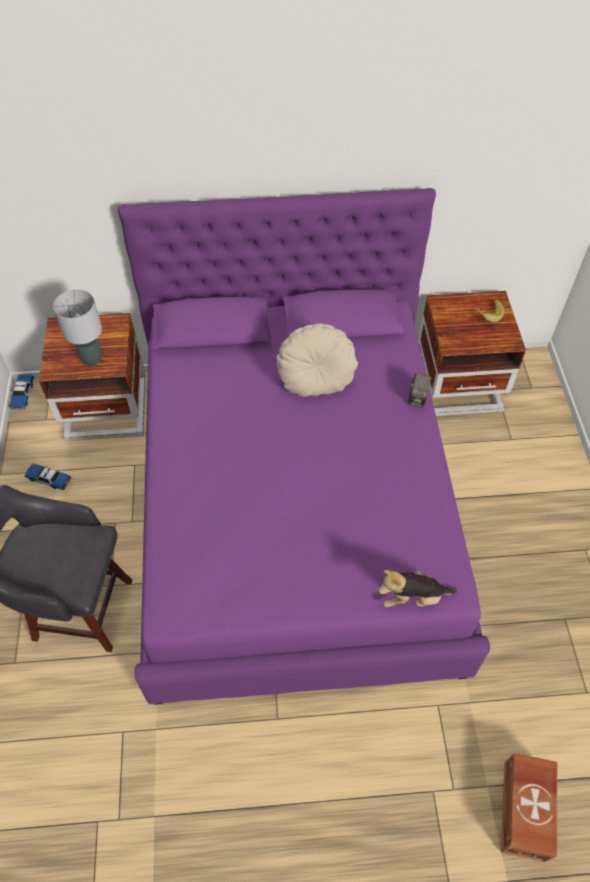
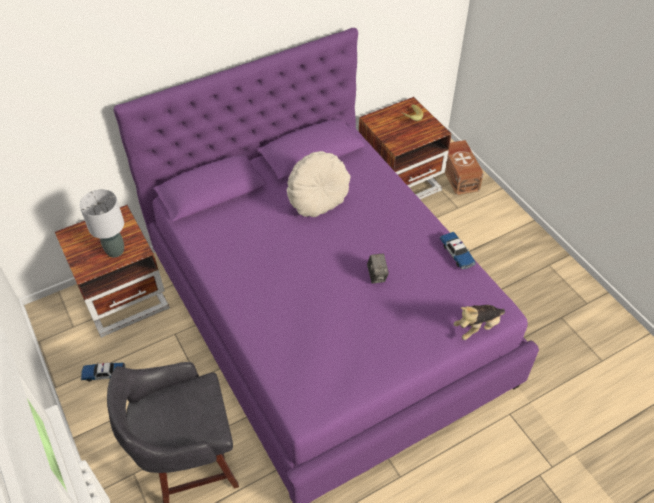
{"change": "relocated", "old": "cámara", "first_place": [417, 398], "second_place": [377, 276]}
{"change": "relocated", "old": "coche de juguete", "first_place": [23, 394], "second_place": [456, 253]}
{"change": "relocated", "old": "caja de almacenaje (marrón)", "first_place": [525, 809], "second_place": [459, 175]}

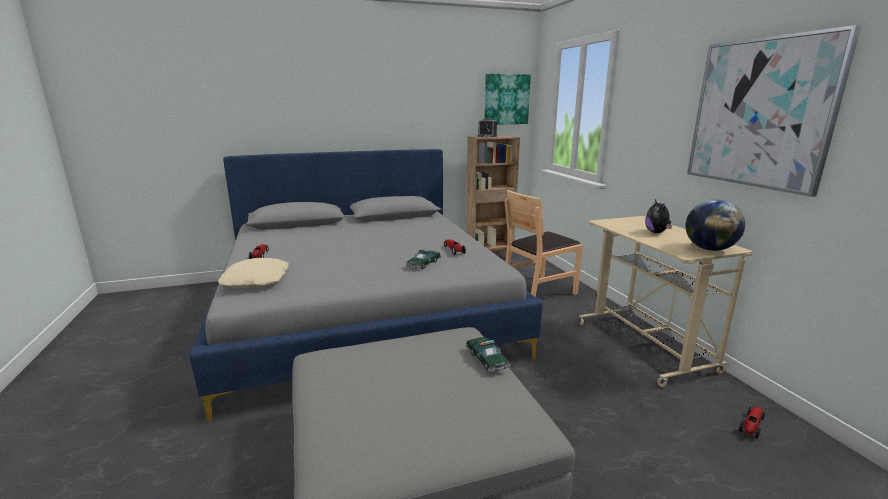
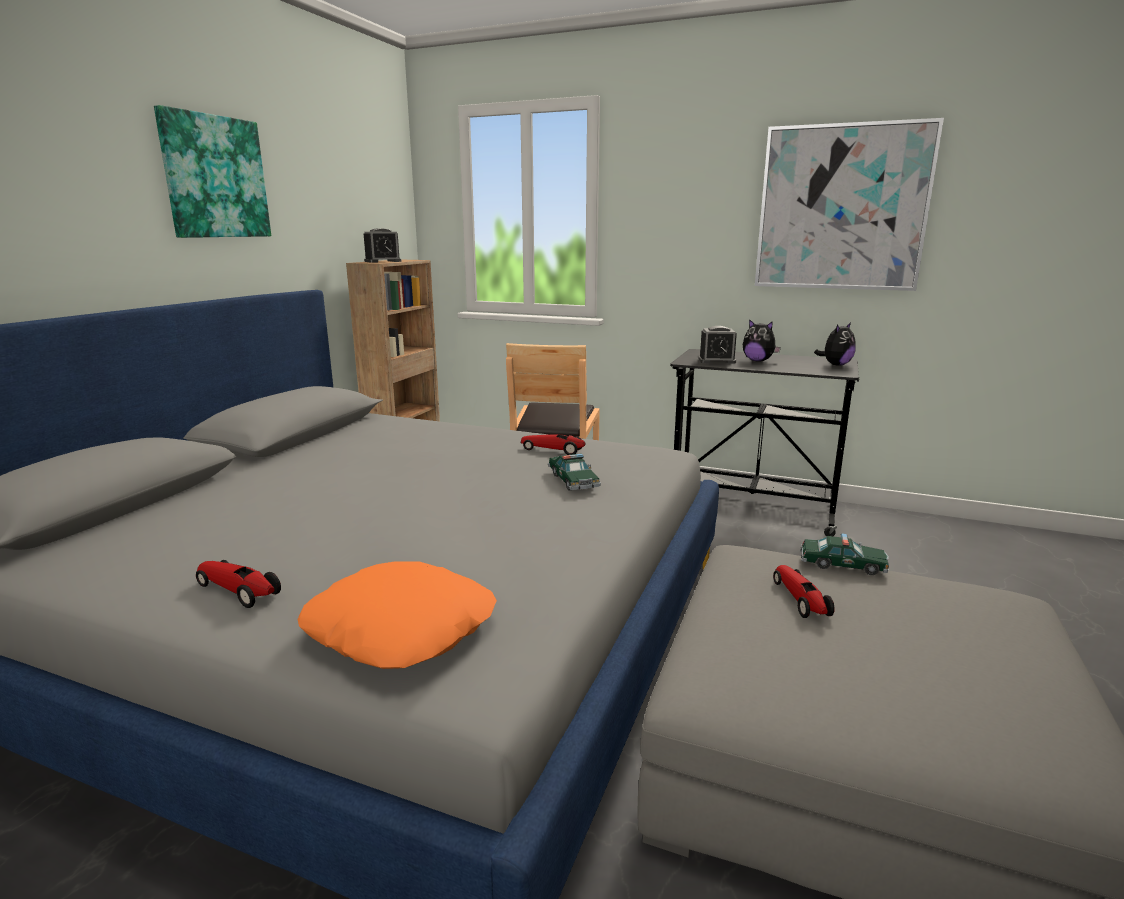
{"change": "relocated", "old": "cuadro", "first_place": [506, 99], "second_place": [214, 177]}
{"change": "exchanged", "old": "globo terráqueo", "new": "peluche", "first_place": [709, 249], "second_place": [835, 365]}
{"change": "colour", "old": "escritorio (beis)", "new": "escritorio (negro)", "first_place": [644, 346], "second_place": [751, 507]}
{"change": "colour", "old": "cojín (beis)", "new": "cojín (naranja)", "first_place": [257, 280], "second_place": [402, 628]}
{"change": "relocated", "old": "coche de juguete", "first_place": [751, 426], "second_place": [800, 599]}
{"change": "appeared", "new": "despertador", "second_place": [716, 360]}

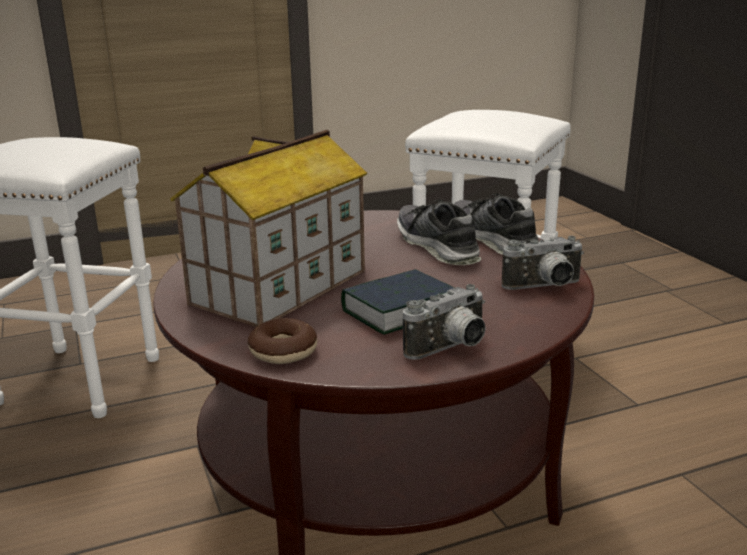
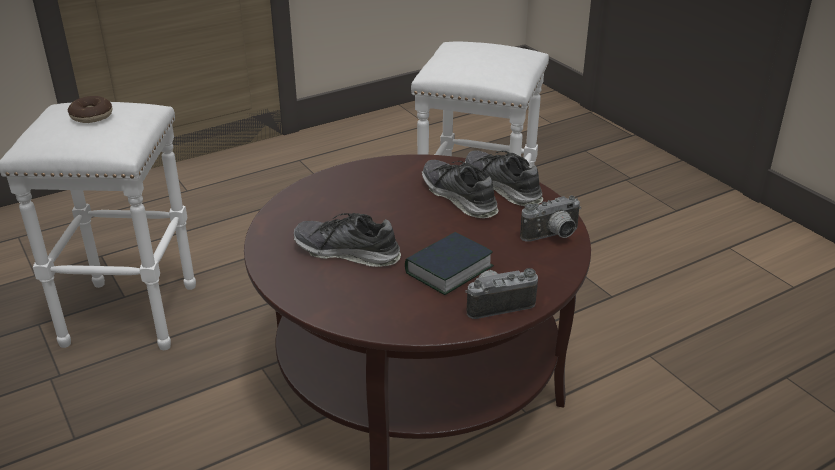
{"change": "exchanged", "old": "casita", "new": "zapato", "first_place": [280, 288], "second_place": [347, 252]}
{"change": "spun", "old": "cámara", "first_place": [451, 349], "second_place": [497, 304], "degrees": -150}
{"change": "relocated", "old": "rosquilla", "first_place": [283, 351], "second_place": [91, 116]}

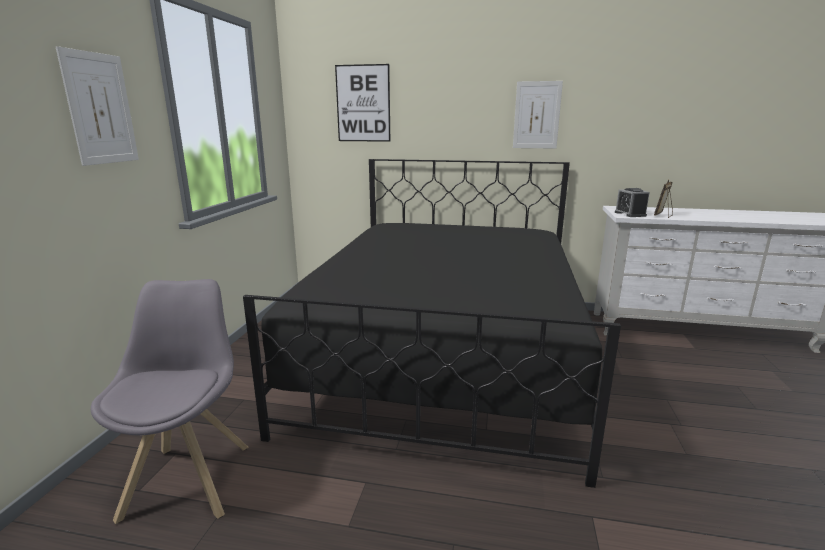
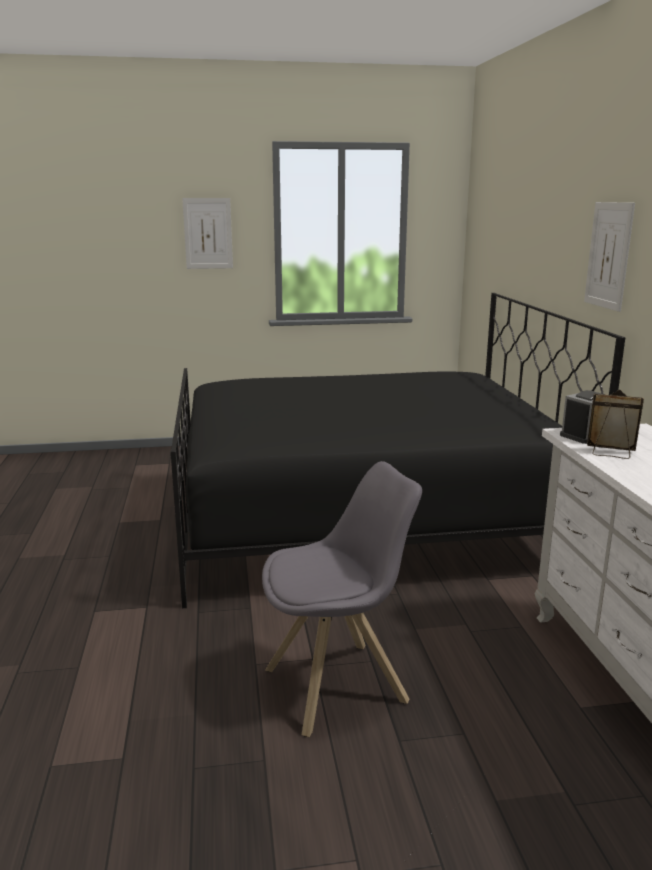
{"change": "missing", "old": "cuadro", "first_place": [363, 103]}
{"change": "relocated", "old": "silla (gris)", "first_place": [189, 480], "second_place": [337, 686]}

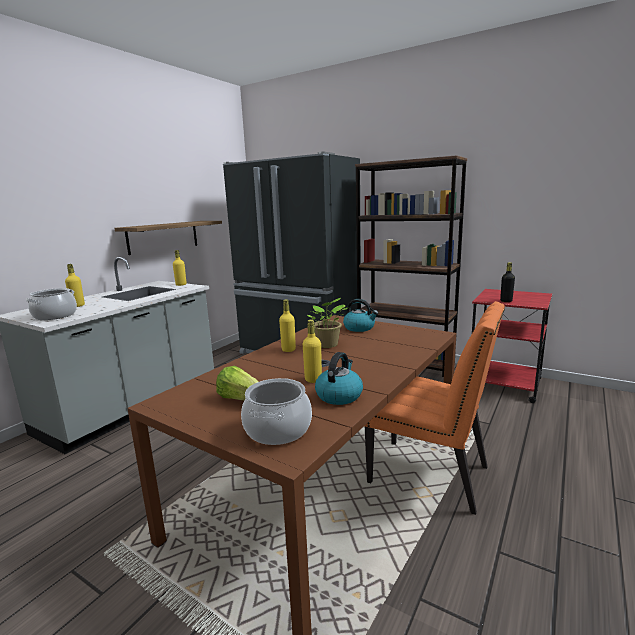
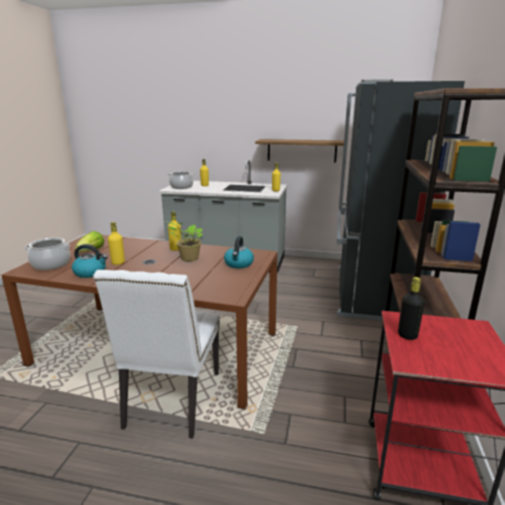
{"change": "colour", "old": "silla (naranja)", "new": "silla (blanco)", "first_place": [427, 474], "second_place": [173, 398]}

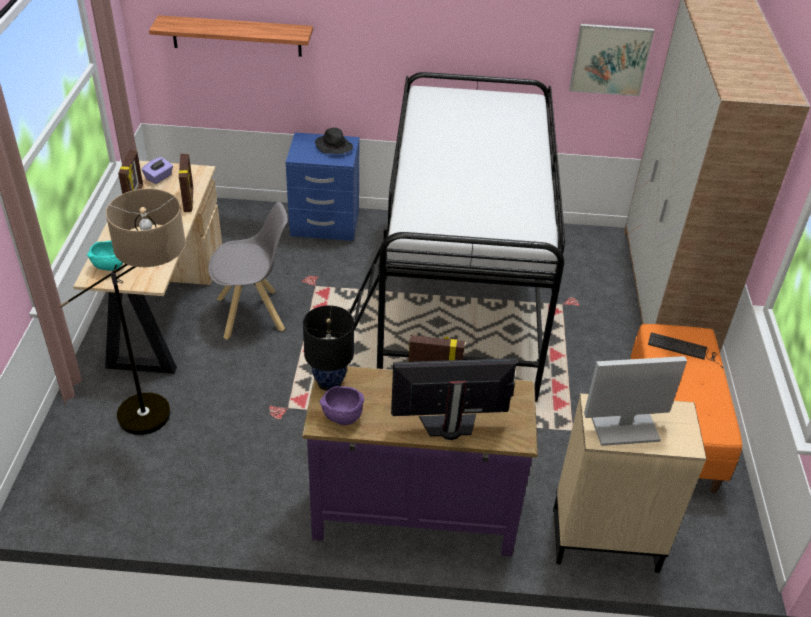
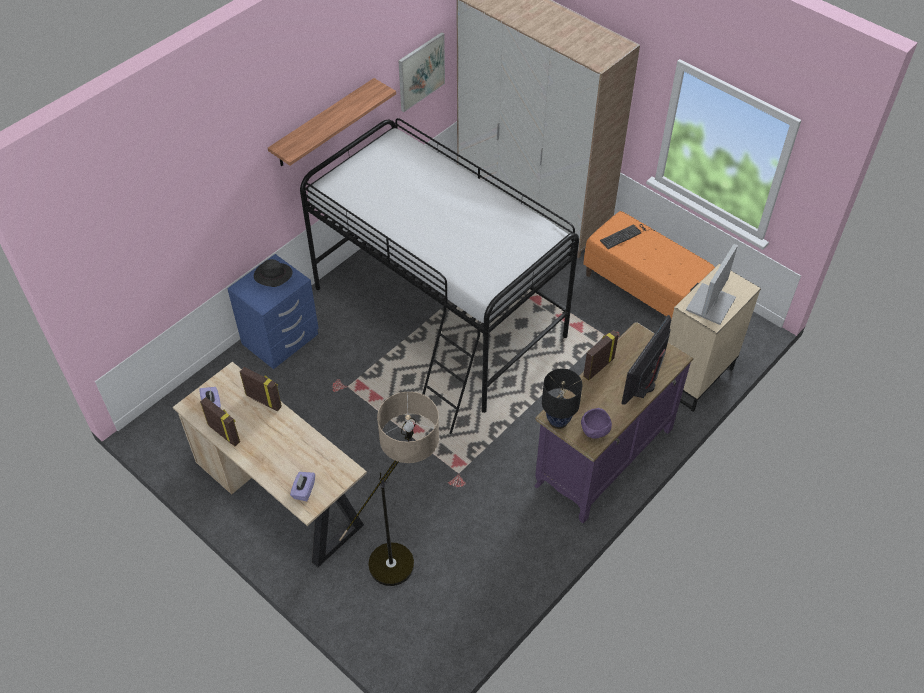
{"change": "relocated", "old": "estante", "first_place": [236, 36], "second_place": [323, 123]}
{"change": "missing", "old": "silla (gris)", "first_place": [253, 314]}
{"change": "exchanged", "old": "cuenco (turquesa)", "new": "caja de pañuelos (morado)", "first_place": [109, 267], "second_place": [303, 491]}

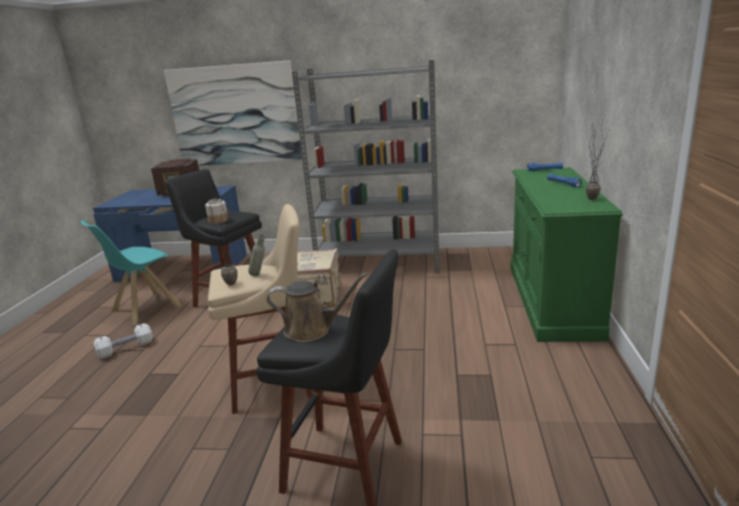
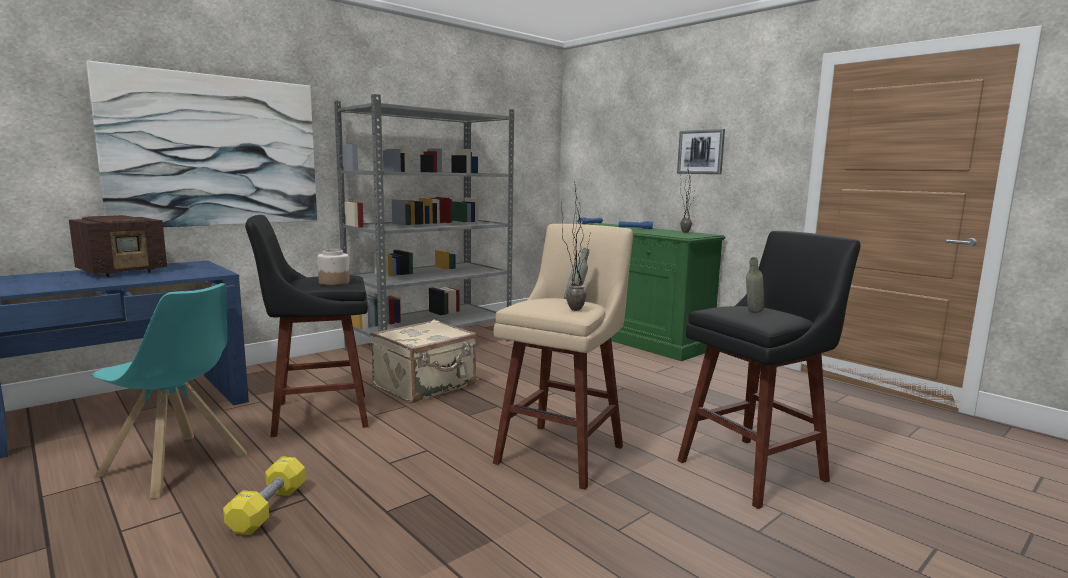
{"change": "spun", "old": "silla (turquesa)", "first_place": [144, 309], "second_place": [176, 466], "degrees": -60}
{"change": "exchanged", "old": "regadera (marrón)", "new": "botella (gris)", "first_place": [312, 330], "second_place": [752, 313]}
{"change": "colour", "old": "mancuerna (blanco)", "new": "mancuerna (amarillo)", "first_place": [126, 348], "second_place": [268, 509]}
{"change": "appeared", "new": "cuadro", "second_place": [701, 152]}

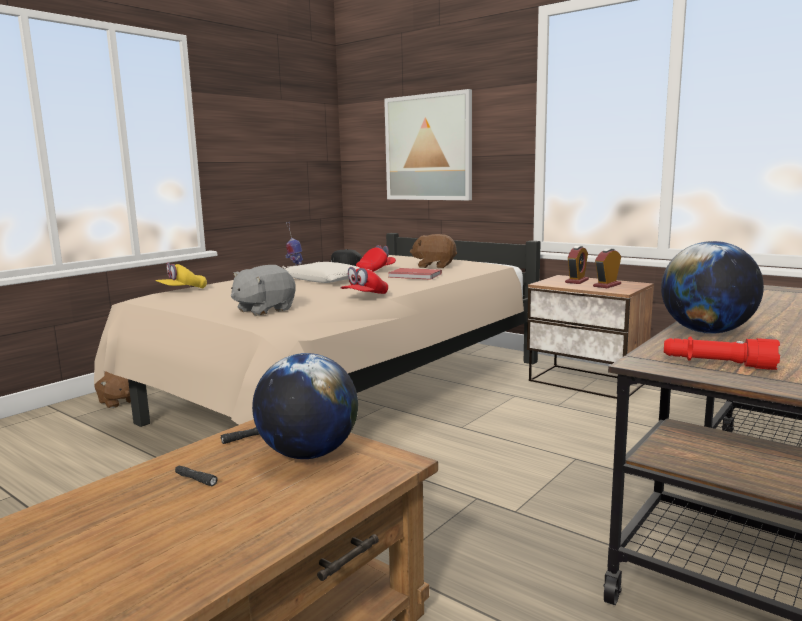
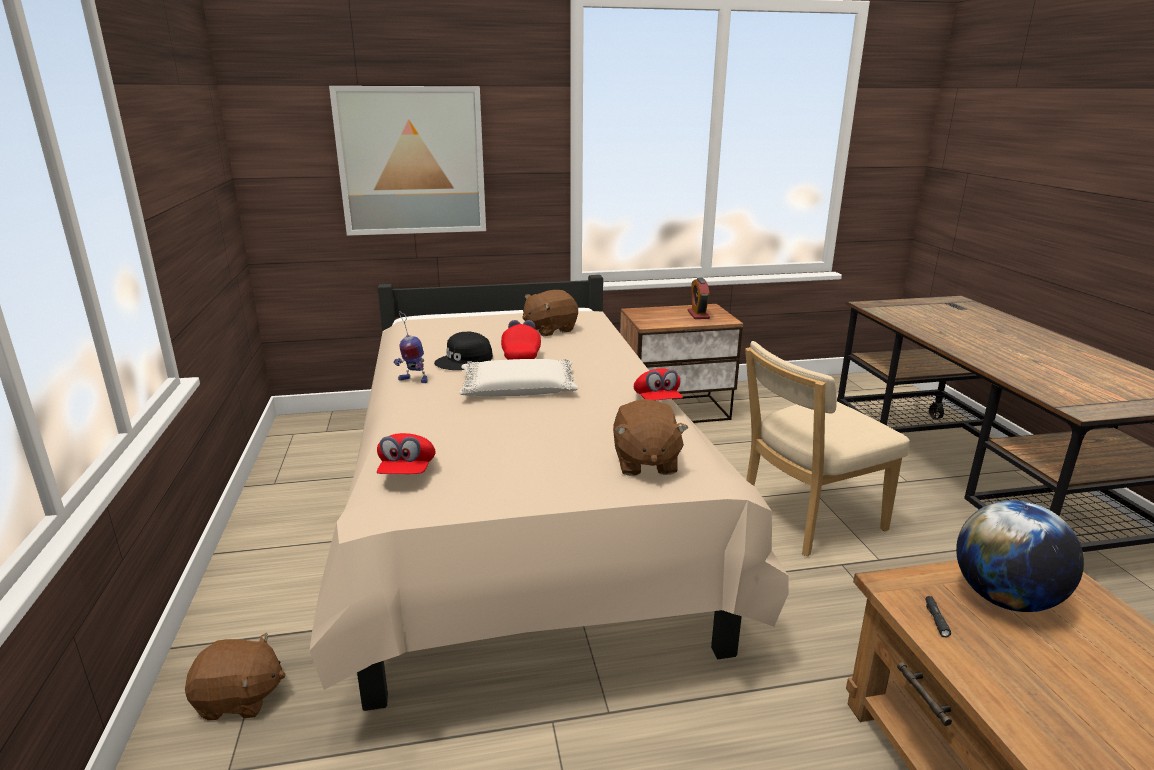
{"change": "missing", "old": "globo terráqueo", "first_place": [707, 332]}
{"change": "missing", "old": "despertador", "first_place": [577, 281]}
{"change": "colour", "old": "gorra (amarillo)", "new": "gorra (rojo)", "first_place": [182, 290], "second_place": [407, 472]}
{"change": "colour", "old": "peluche (gris)", "new": "peluche (marrón)", "first_place": [264, 310], "second_place": [645, 463]}
{"change": "missing", "old": "libro (rojo)", "first_place": [414, 276]}
{"change": "missing", "old": "linterna (rojo)", "first_place": [717, 364]}
{"change": "missing", "old": "linterna (negro)", "first_place": [195, 480]}
{"change": "appeared", "new": "silla (beis)", "second_place": [806, 520]}

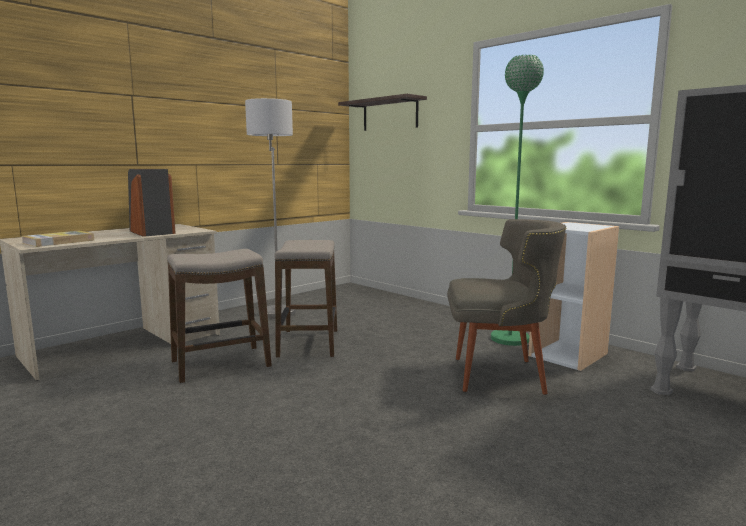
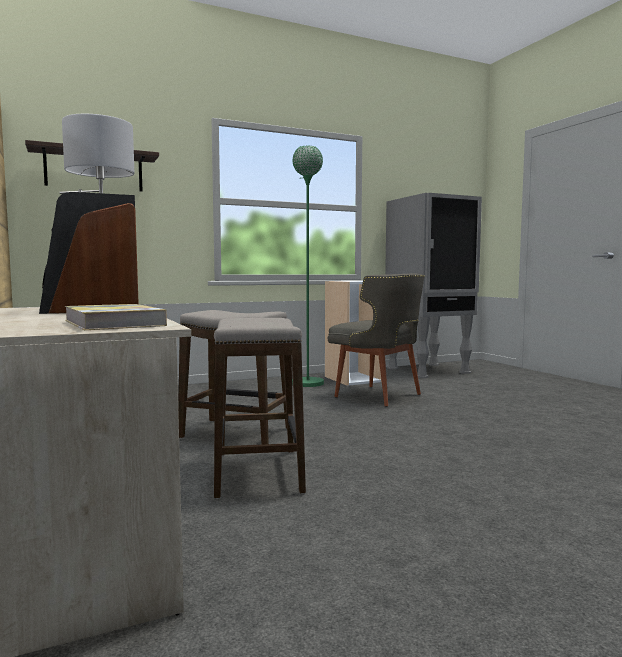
{"change": "spun", "old": "silla (gris)", "first_place": [497, 375], "second_place": [377, 396], "degrees": 105}

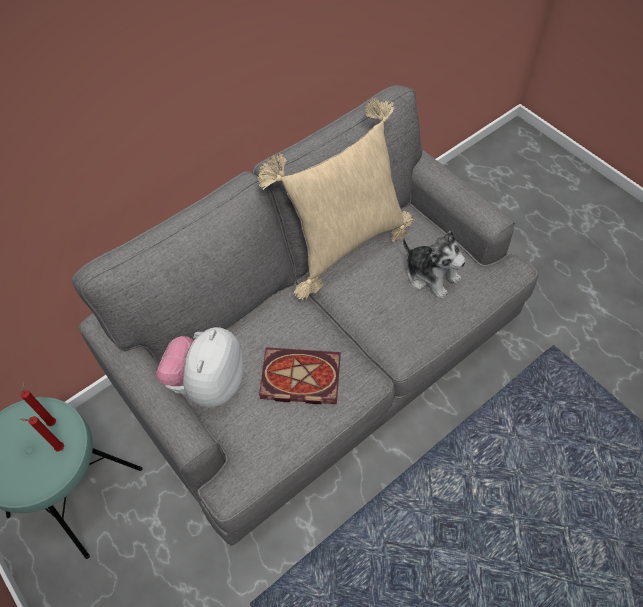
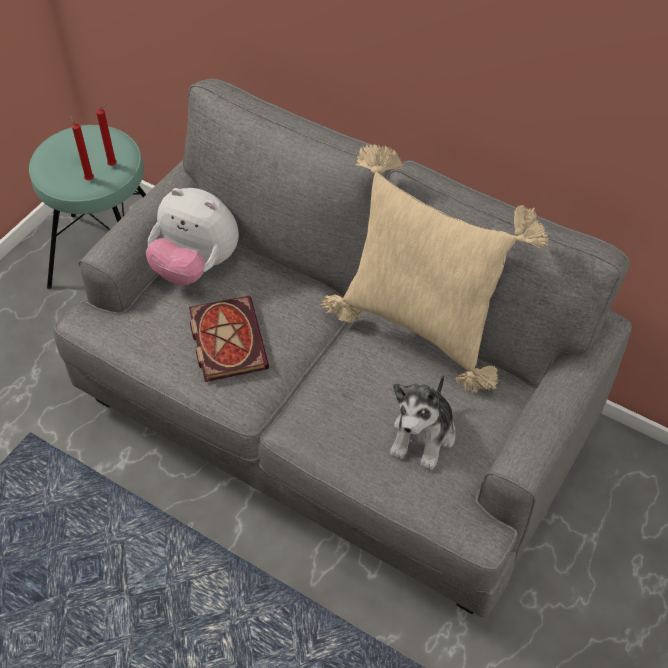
{"change": "spun", "old": "peluche", "first_place": [208, 383], "second_place": [195, 266], "degrees": -150}

